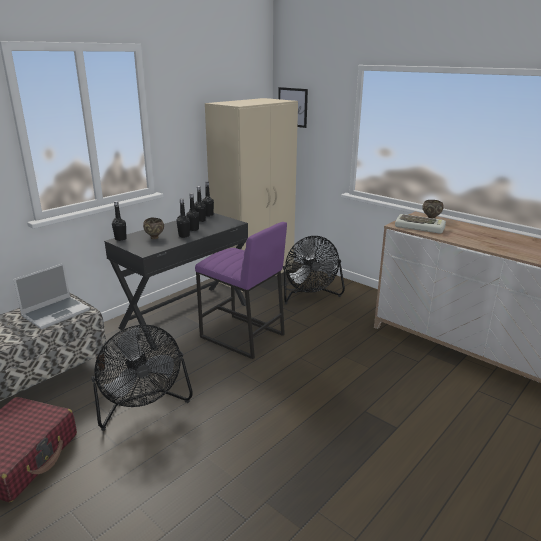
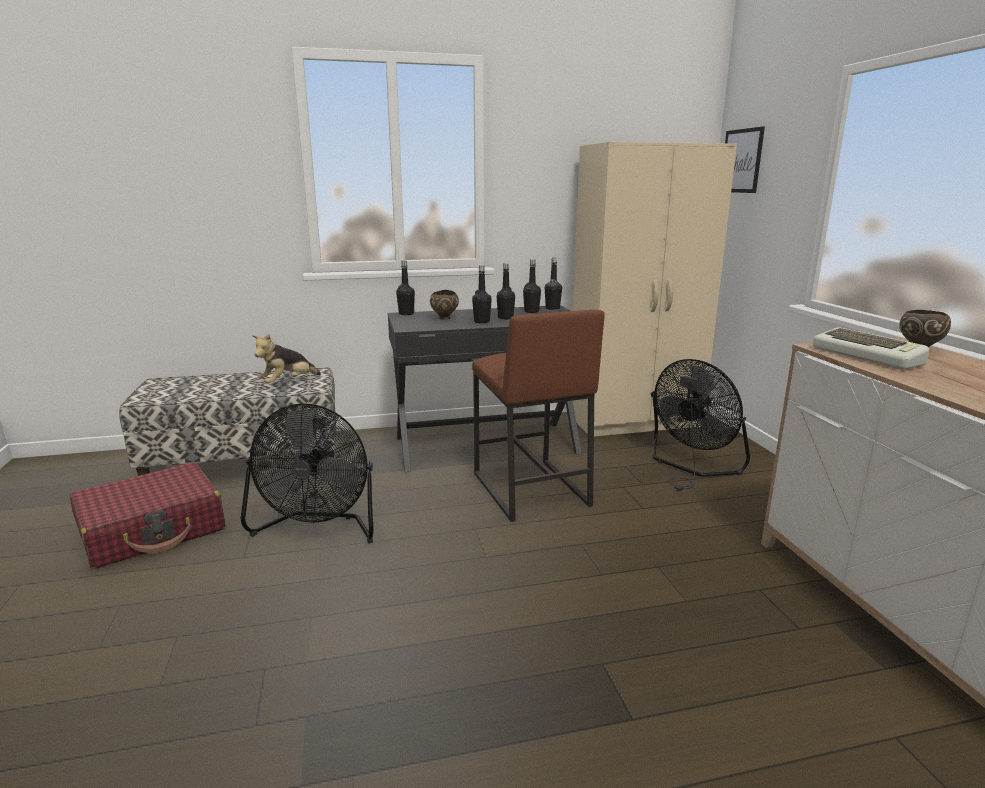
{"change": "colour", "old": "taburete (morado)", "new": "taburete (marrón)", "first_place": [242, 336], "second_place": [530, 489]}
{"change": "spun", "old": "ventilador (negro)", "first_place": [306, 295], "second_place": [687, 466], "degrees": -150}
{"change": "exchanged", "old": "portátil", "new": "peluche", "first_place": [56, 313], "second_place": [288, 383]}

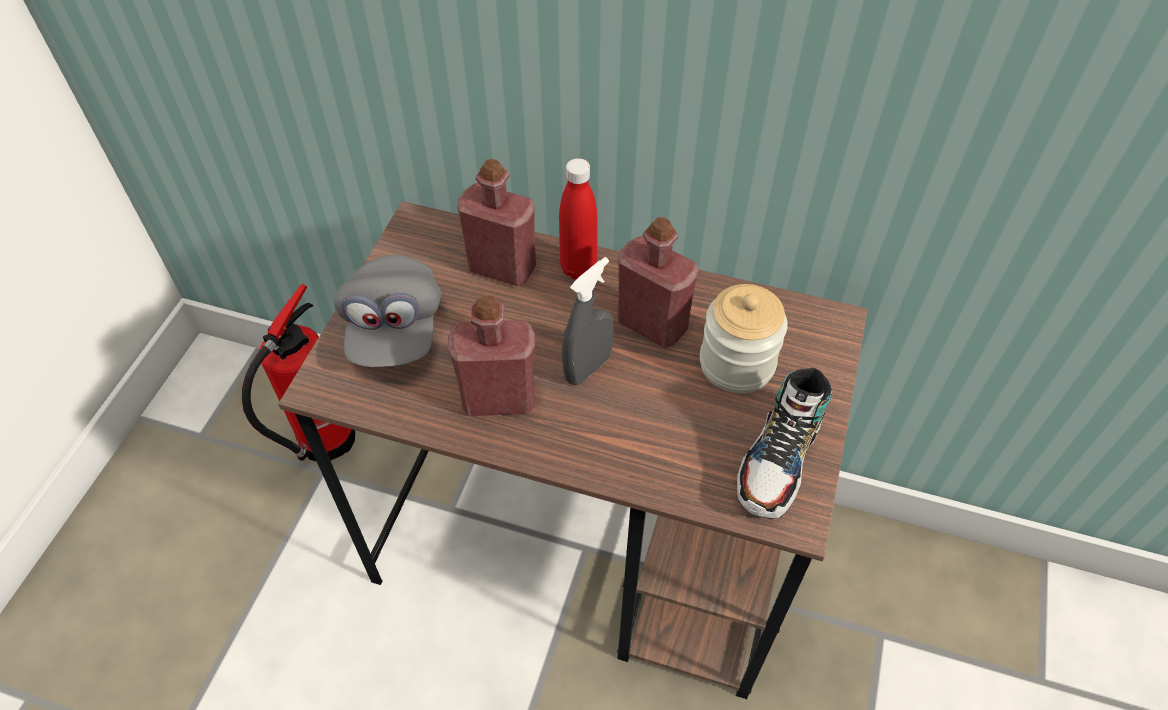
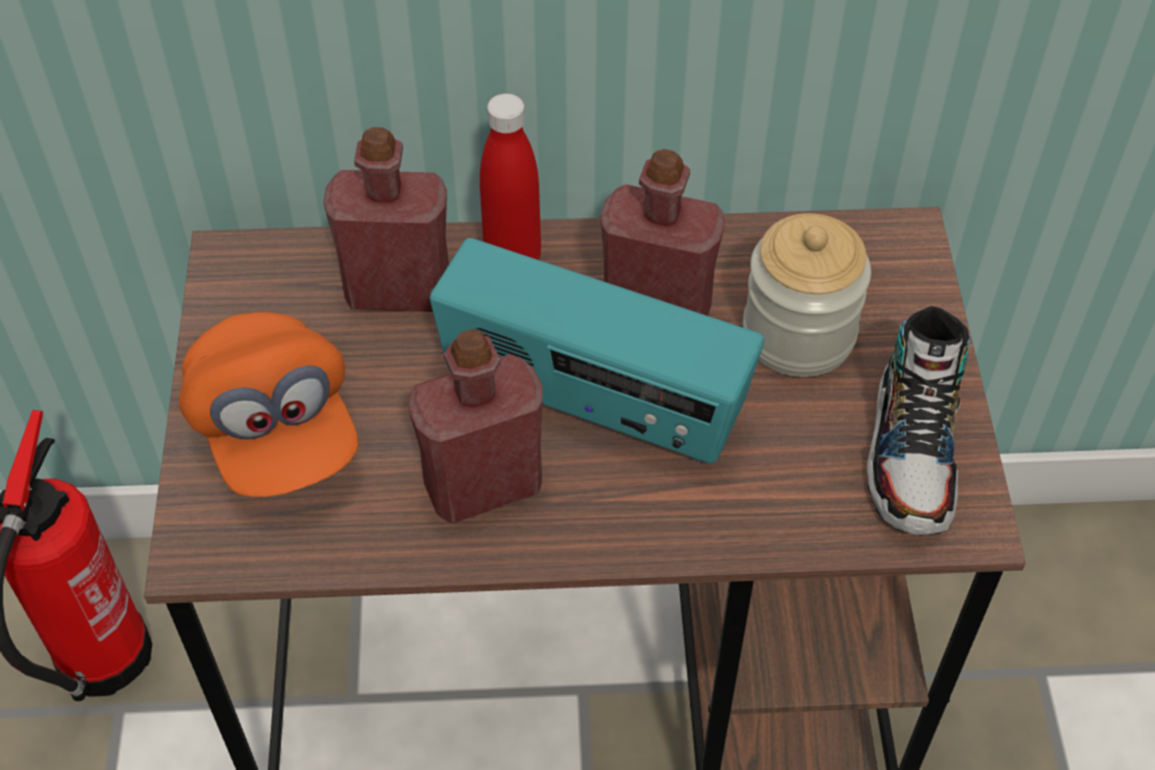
{"change": "colour", "old": "gorra (gris)", "new": "gorra (naranja)", "first_place": [394, 329], "second_place": [275, 430]}
{"change": "exchanged", "old": "pulverizador (gris)", "new": "radio", "first_place": [587, 368], "second_place": [592, 402]}

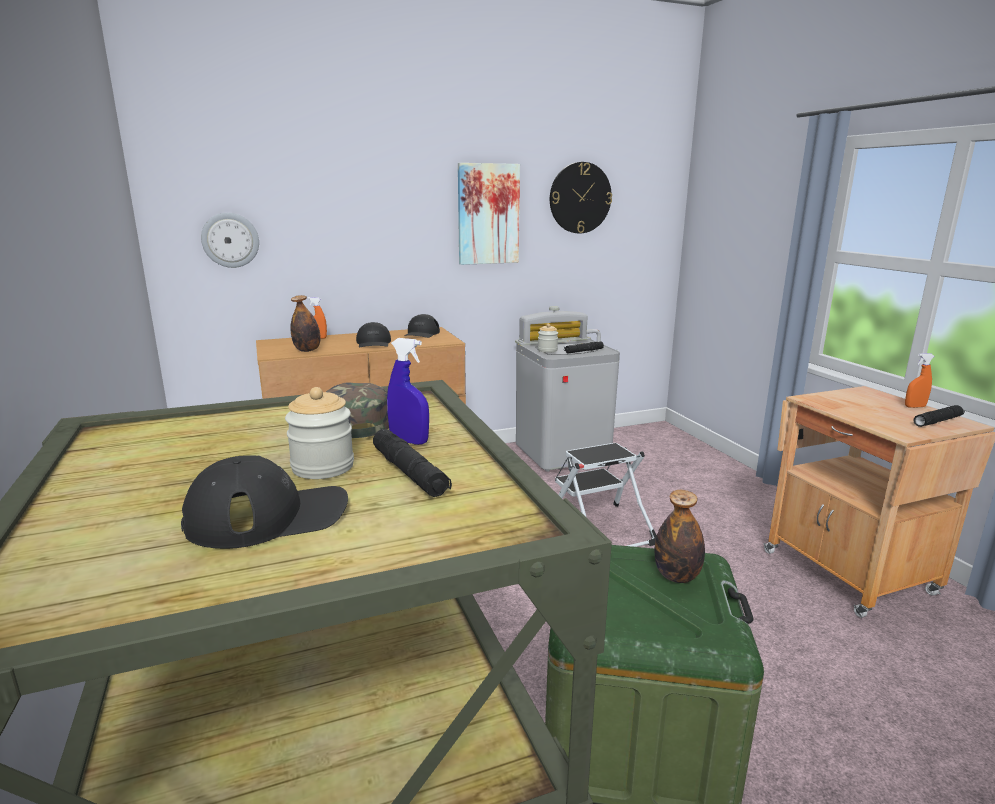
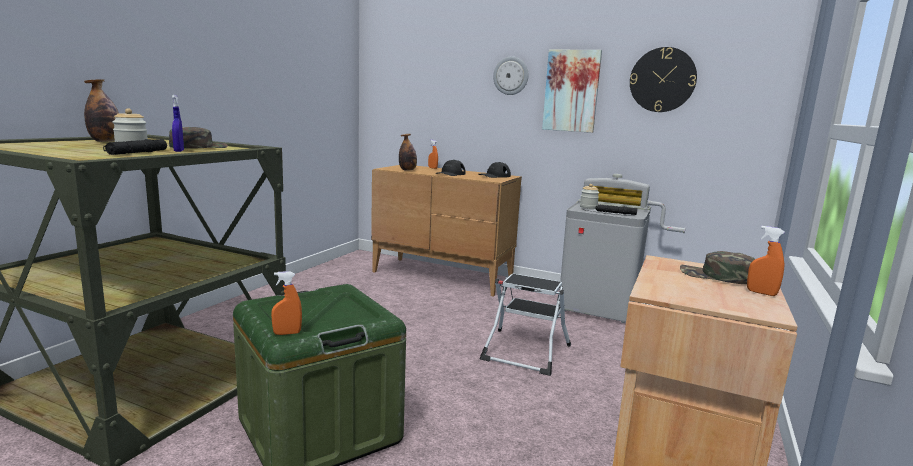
{"change": "relocated", "old": "reloj de pared", "first_place": [230, 240], "second_place": [511, 76]}
{"change": "missing", "old": "linterna (negro)", "first_place": [937, 421]}
{"change": "missing", "old": "gorra (negro)", "first_place": [268, 516]}
{"change": "relocated", "old": "botella", "first_place": [676, 576], "second_place": [106, 141]}
{"change": "appeared", "new": "gorra (verde)", "second_place": [717, 276]}
{"change": "appeared", "new": "pulverizador (naranja)", "second_place": [287, 333]}

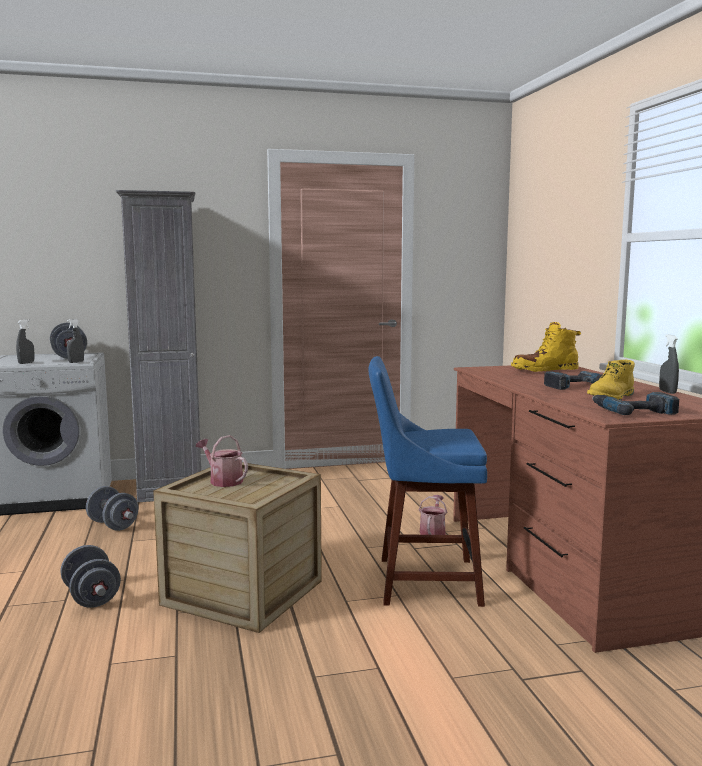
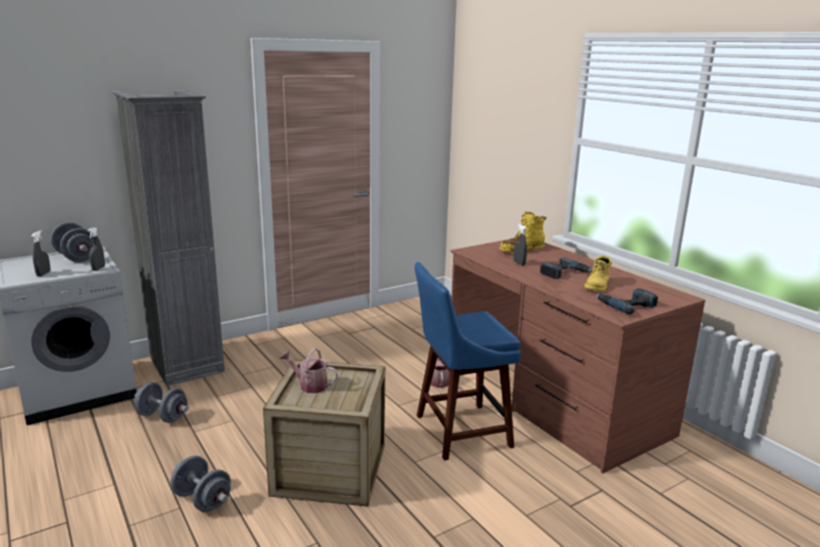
{"change": "relocated", "old": "pulverizador (gris)", "first_place": [667, 392], "second_place": [519, 263]}

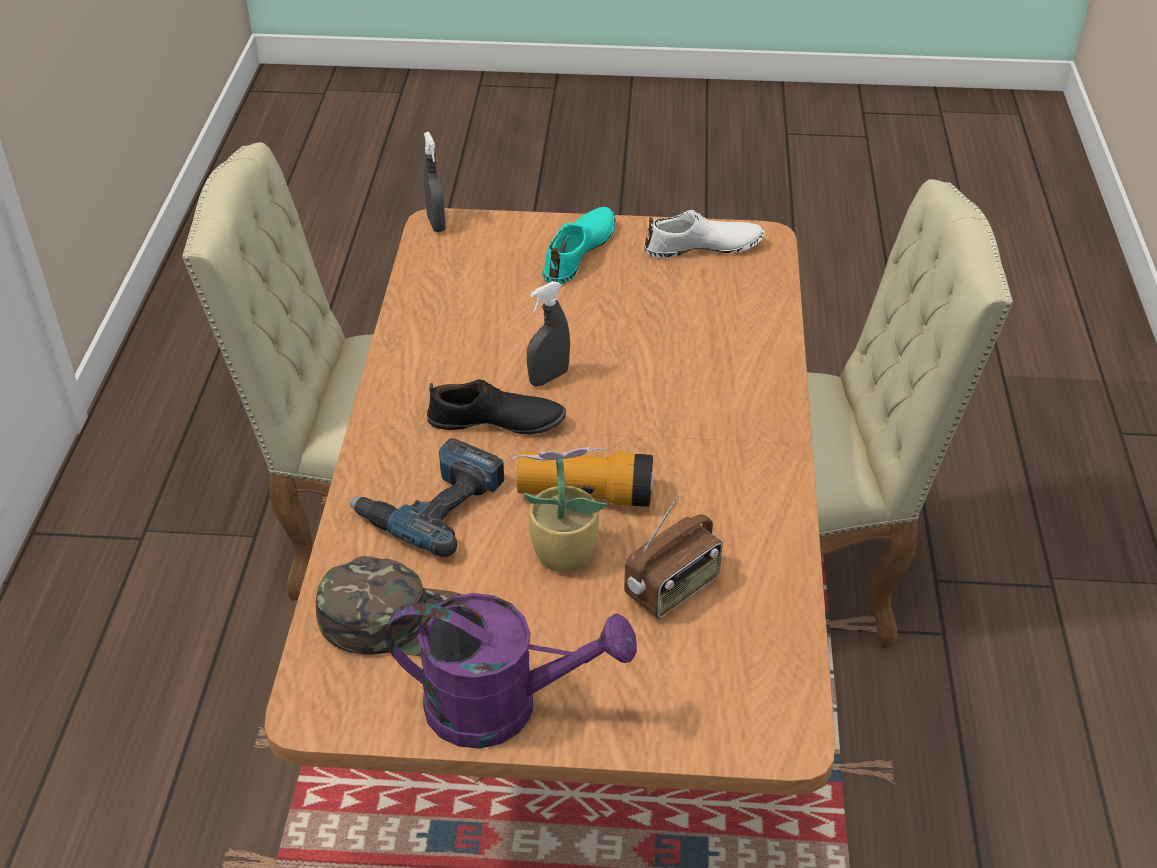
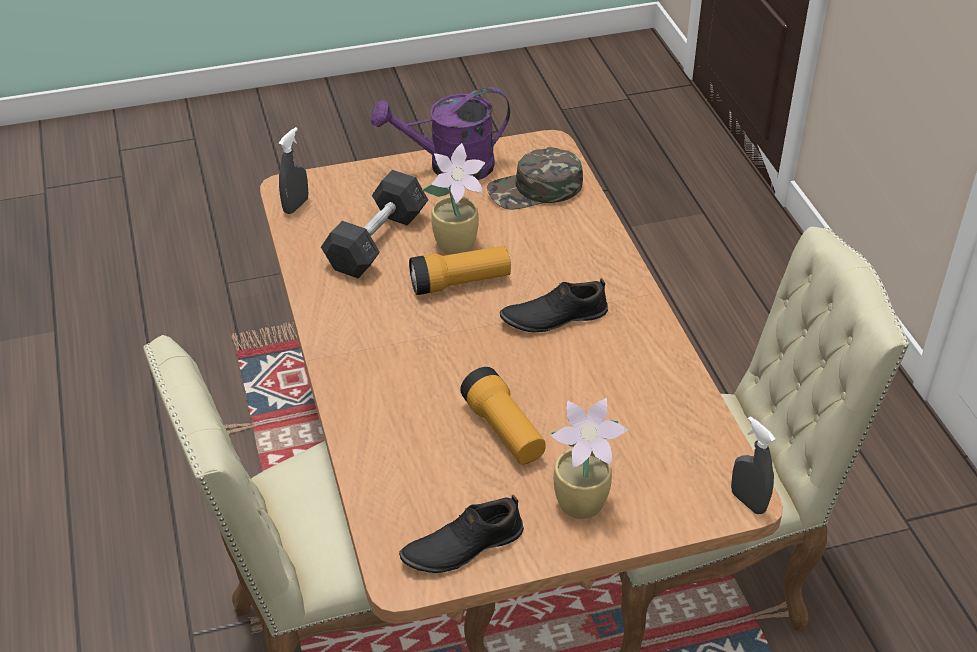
{"change": "exchanged", "old": "zapato (turquesa)", "new": "planta en maceta", "first_place": [580, 252], "second_place": [583, 504]}
{"change": "colour", "old": "zapato (blanco)", "new": "zapato (negro)", "first_place": [703, 247], "second_place": [462, 546]}
{"change": "relocated", "old": "pulverizador (gris)", "first_place": [548, 377], "second_place": [296, 206]}
{"change": "missing", "old": "taladro", "first_place": [432, 504]}
{"change": "exchanged", "old": "radio", "new": "mancuerna (gris)", "first_place": [673, 589], "second_place": [377, 241]}
{"change": "appeared", "new": "linterna", "second_place": [503, 430]}

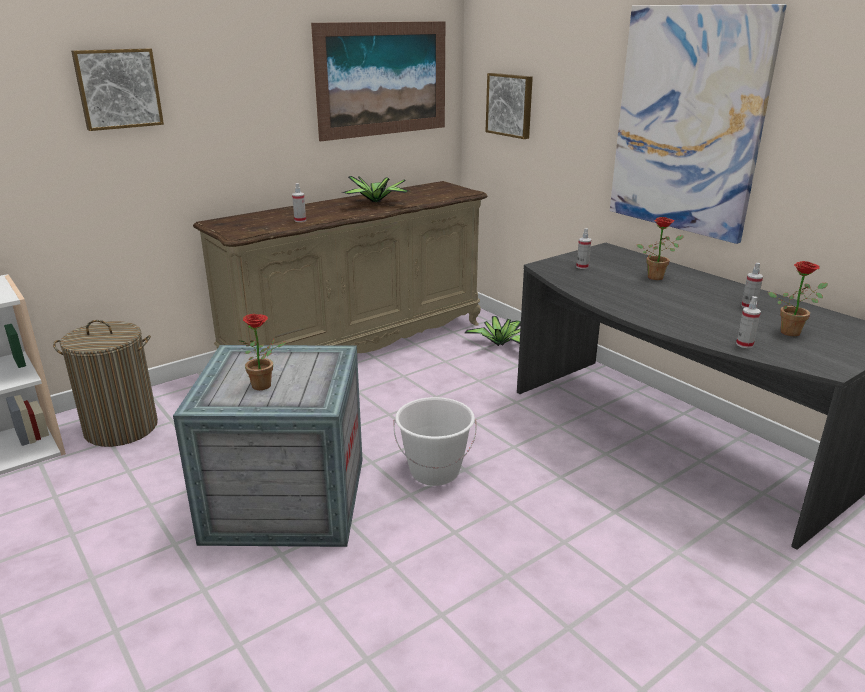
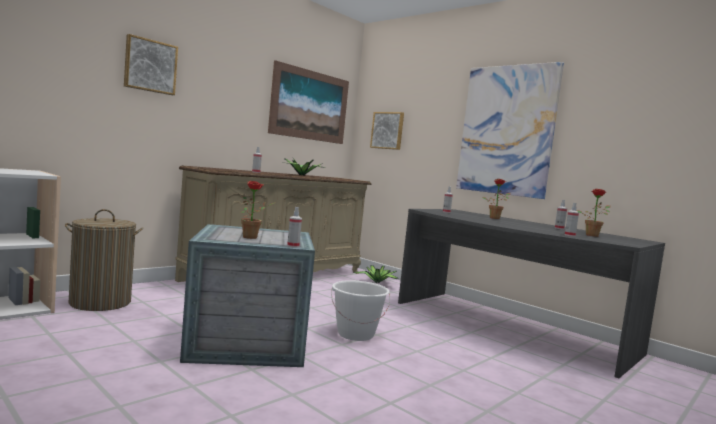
{"change": "appeared", "new": "pulverizador", "second_place": [293, 246]}

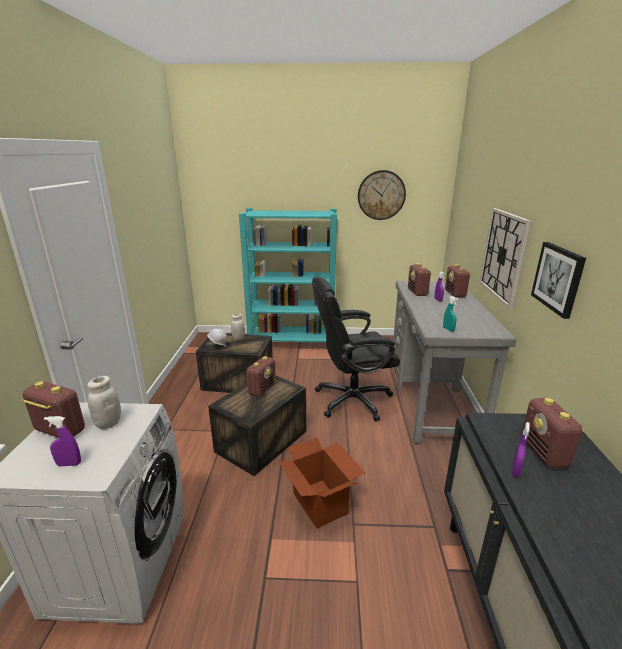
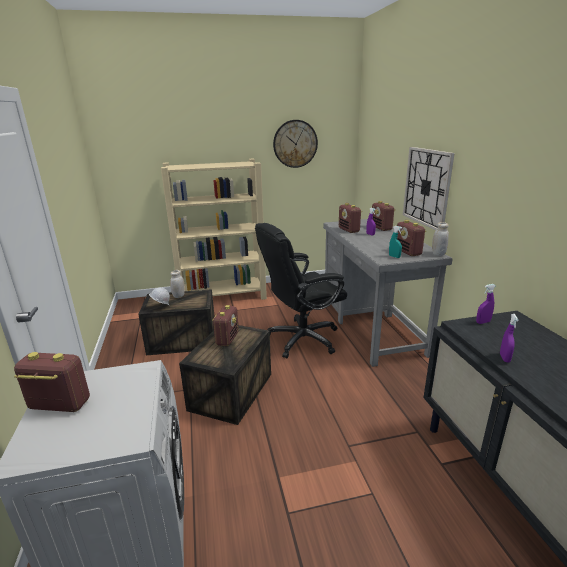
{"change": "colour", "old": "estantería (turquesa)", "new": "estantería (beis)", "first_place": [292, 342], "second_place": [222, 296]}
{"change": "missing", "old": "cuadro", "first_place": [558, 278]}
{"change": "relocated", "old": "tarro (blanco)", "first_place": [108, 423], "second_place": [438, 254]}
{"change": "relocated", "old": "radio", "first_place": [544, 453], "second_place": [408, 252]}
{"change": "relocated", "old": "pulverizador (morado)", "first_place": [69, 464], "second_place": [483, 322]}
{"change": "missing", "old": "caja de cartón", "first_place": [320, 502]}

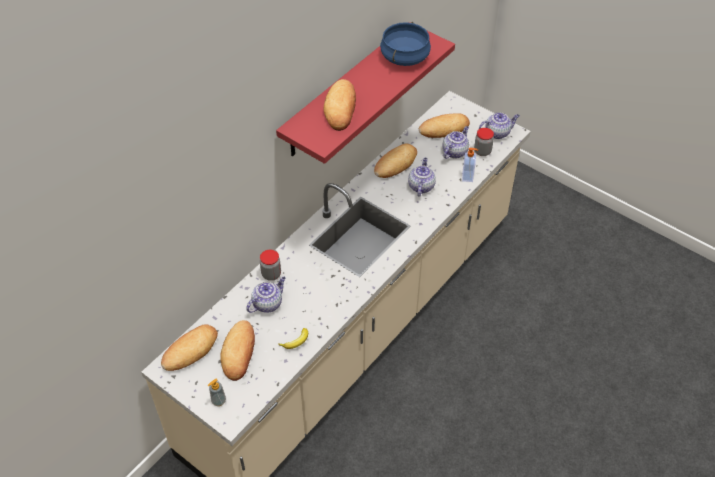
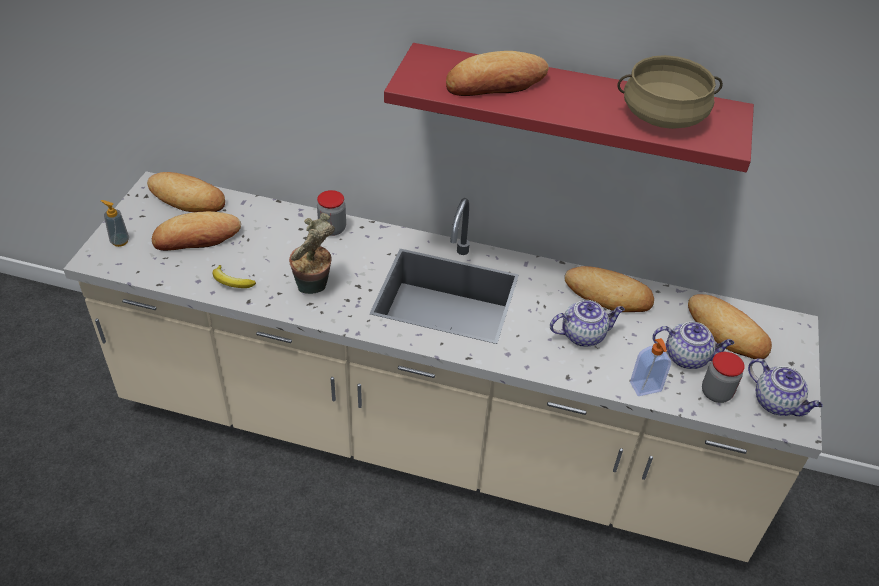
{"change": "colour", "old": "olla (azul)", "new": "olla (beis)", "first_place": [404, 57], "second_place": [663, 115]}
{"change": "missing", "old": "tetera", "first_place": [268, 303]}
{"change": "appeared", "new": "planta en maceta", "second_place": [314, 288]}

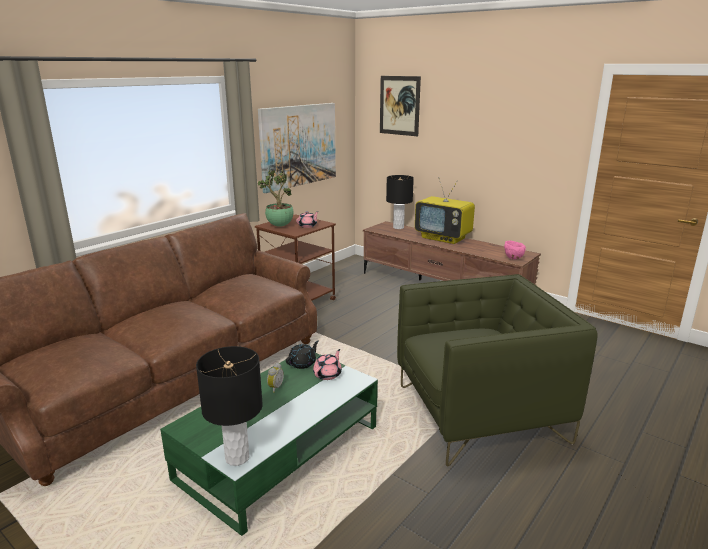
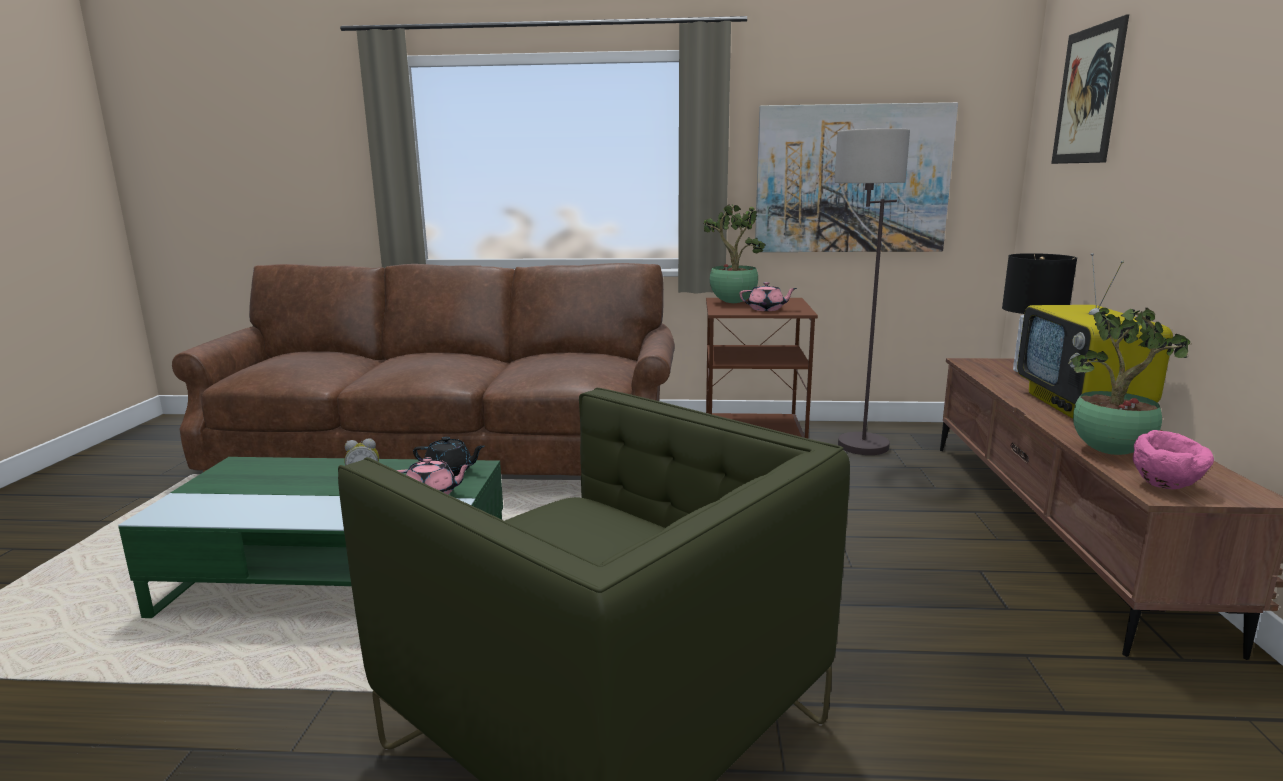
{"change": "missing", "old": "lámpara de mesa (negro)", "first_place": [237, 457]}
{"change": "appeared", "new": "lámpara de pie (gris)", "second_place": [854, 450]}
{"change": "appeared", "new": "planta en maceta", "second_place": [1112, 452]}

